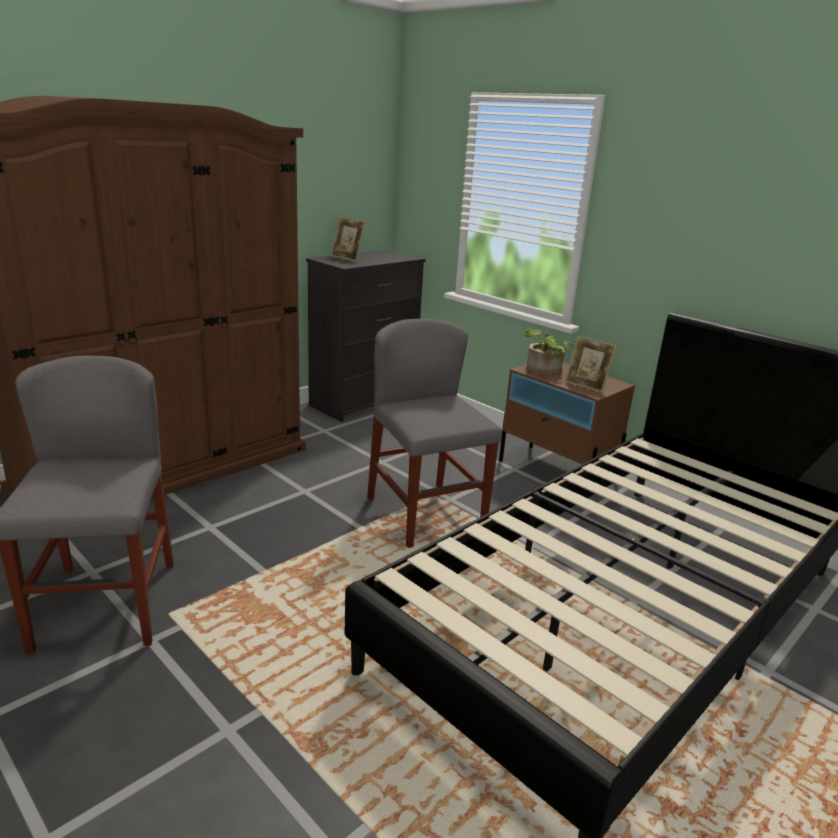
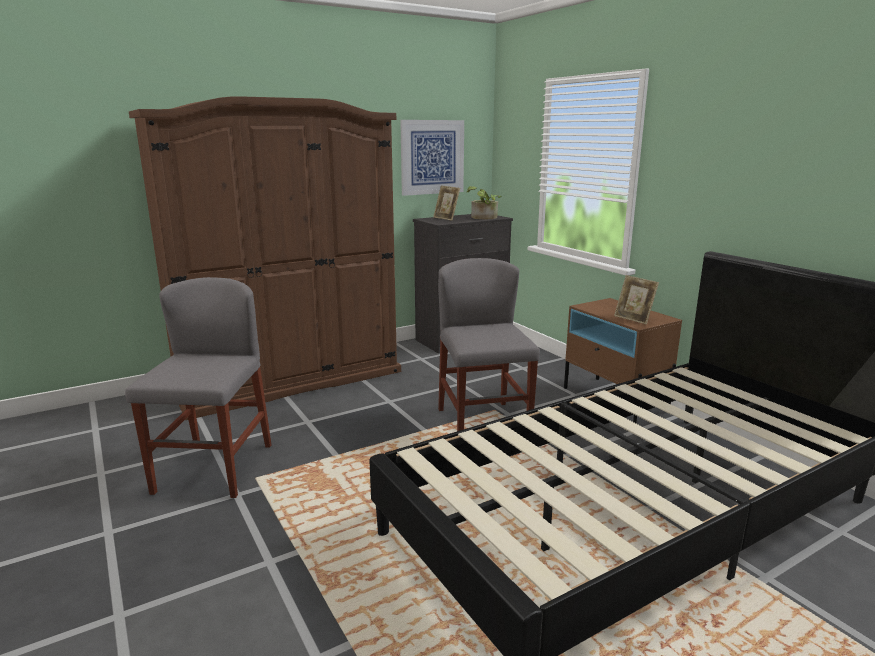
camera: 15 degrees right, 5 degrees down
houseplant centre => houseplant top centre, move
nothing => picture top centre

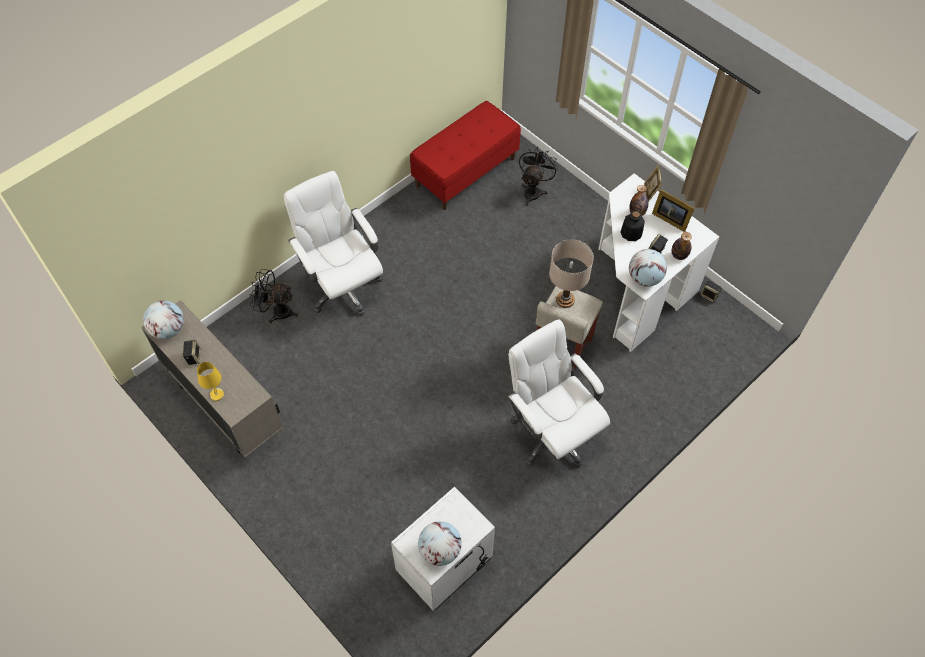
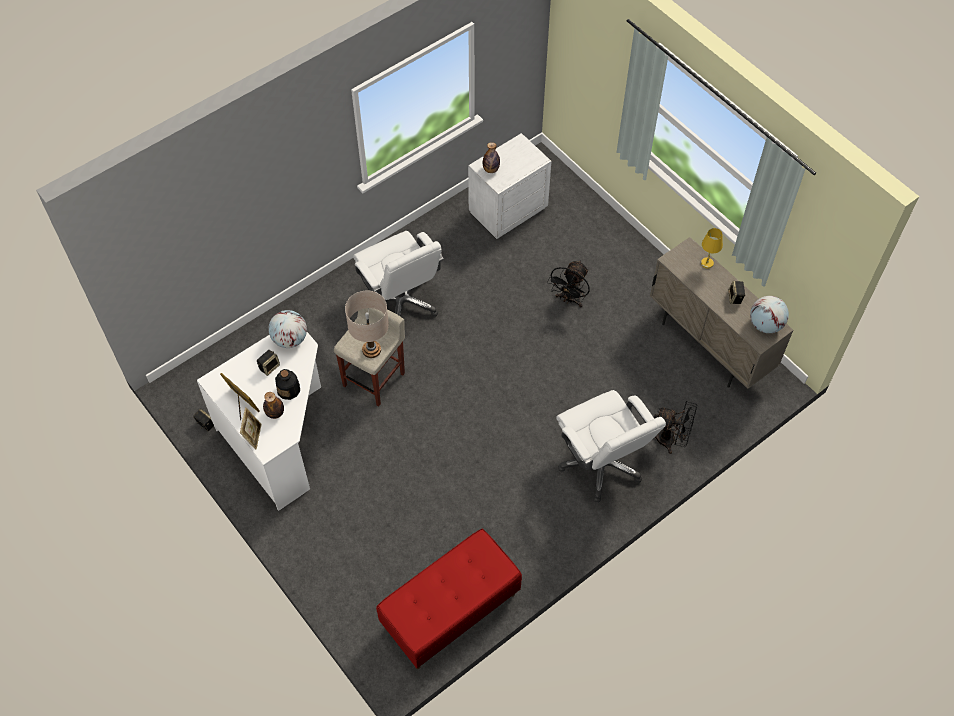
camera: 175 degrees left, 0 degrees up
globe (2nd from left) bottom centre => nothing
cooling fan (blackish) (2nd from left in the first image) top centre => cooling fan (blackish) (1st from left) centre, move
drink bottle (3rd from left) middle right => drink bottle (3rd from left) top centre, move

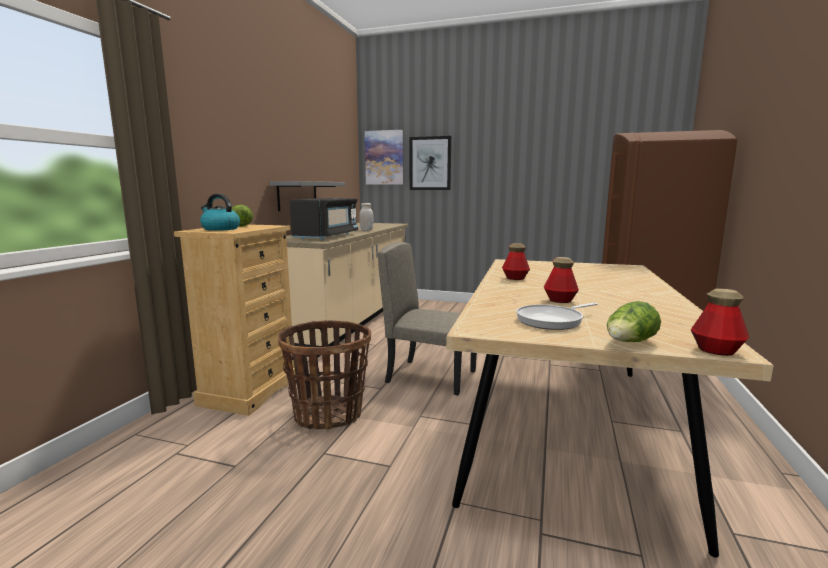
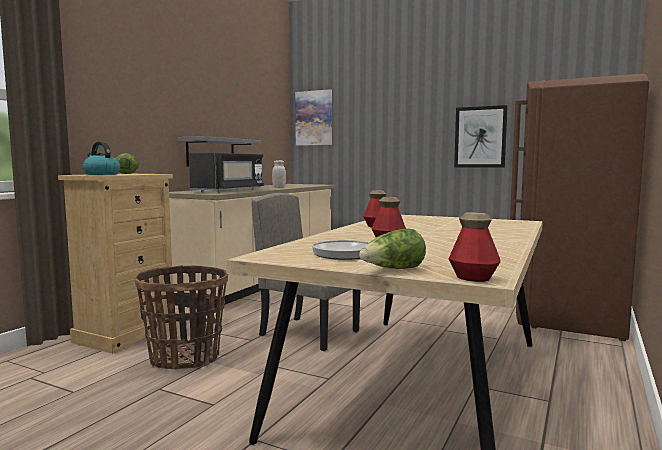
camera: 10 degrees right, 5 degrees down
picture (2nd from left) top centre => picture (2nd from left) top right, move

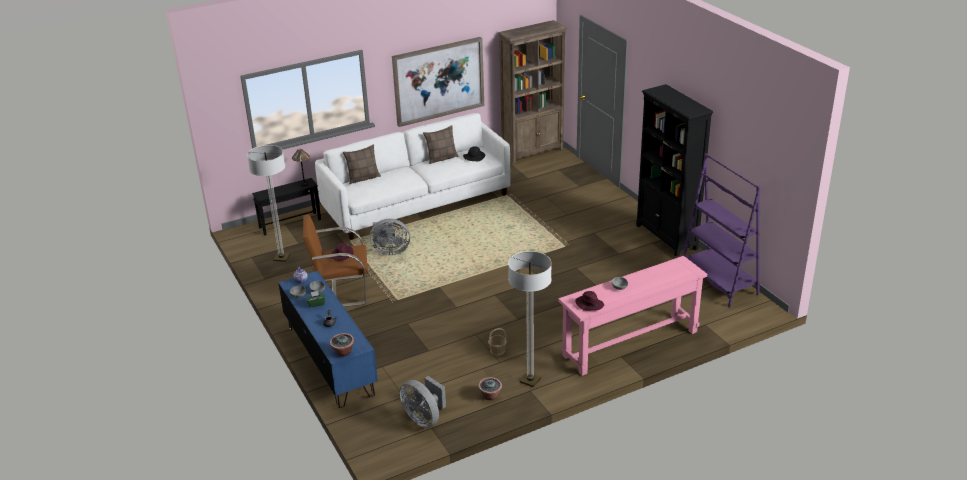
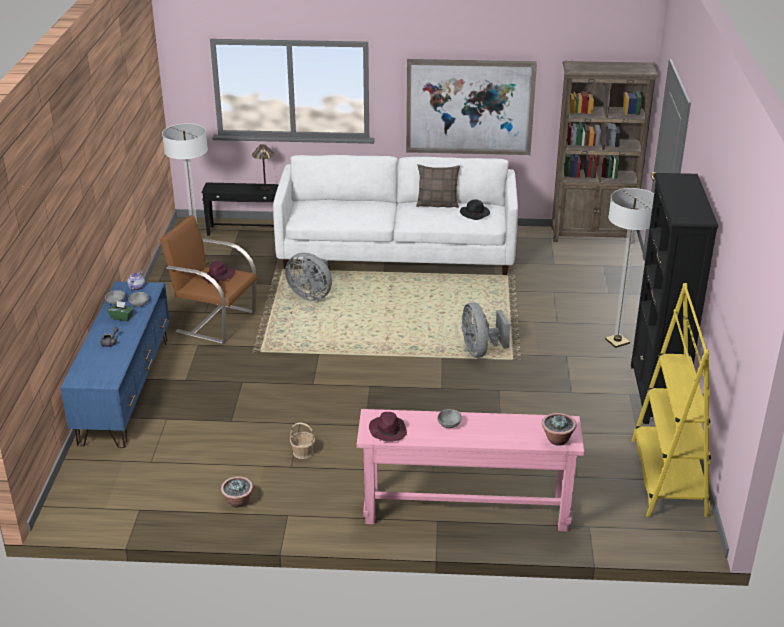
camera: 30 degrees right, 0 degrees up
houseplant (1st from left in the first image) bottom centre => houseplant (2nd from left) bottom right, move
pillow (1st from left) centre => nothing
cooling fan (greyish) (2nd from left) bottom centre => cooling fan (greyish) (2nd from left) centre, move
floor lamp (2nd from left) centre => floor lamp (2nd from left) middle right, move
bookshelf (purplish) middle right => bookshelf (yellowish) middle right

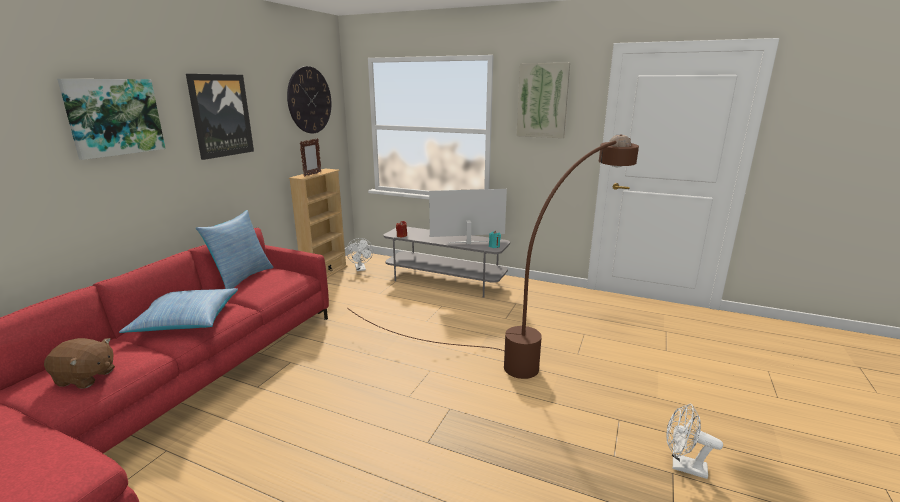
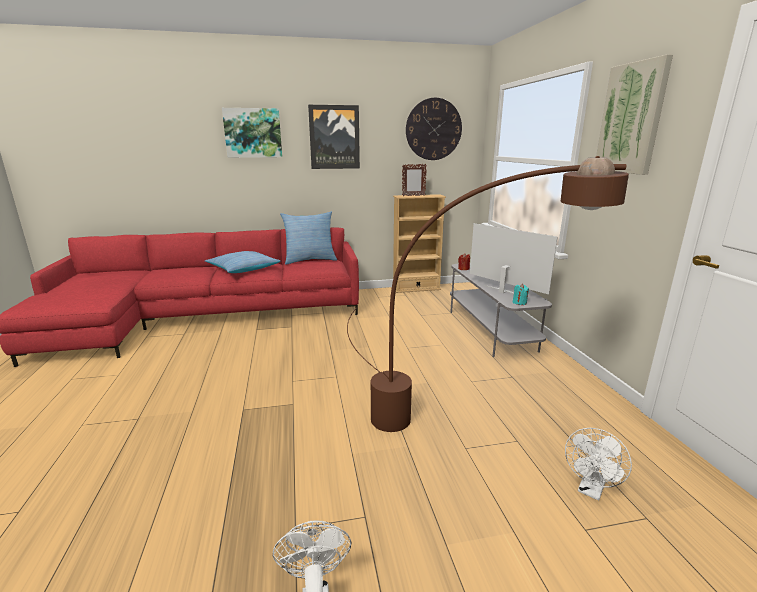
camera: 55 degrees right, 0 degrees up
soft toy (brown-coloured) bottom left => nothing
cooling fan (white) (1st from left in the first image) centre => cooling fan (white) (2nd from left) bottom right, move

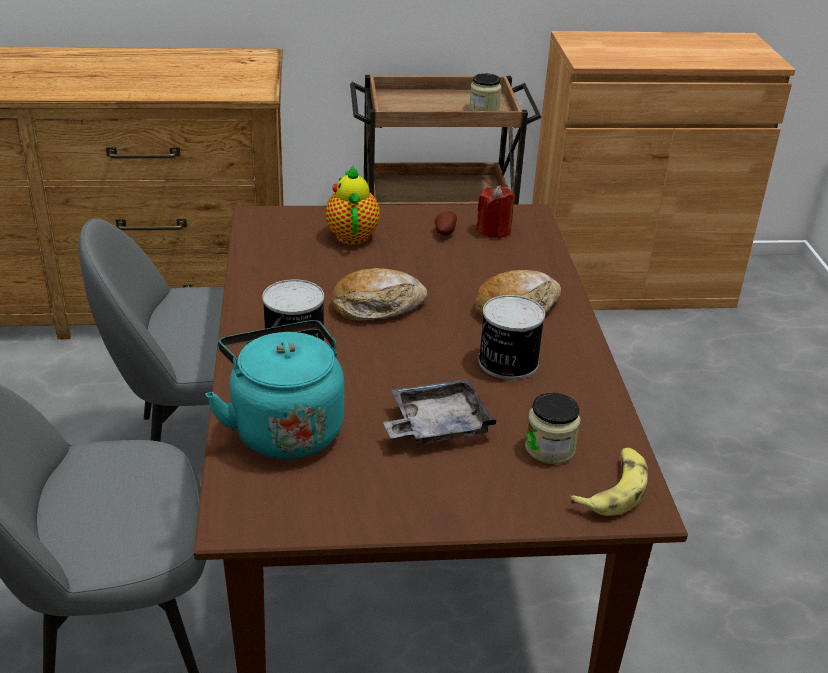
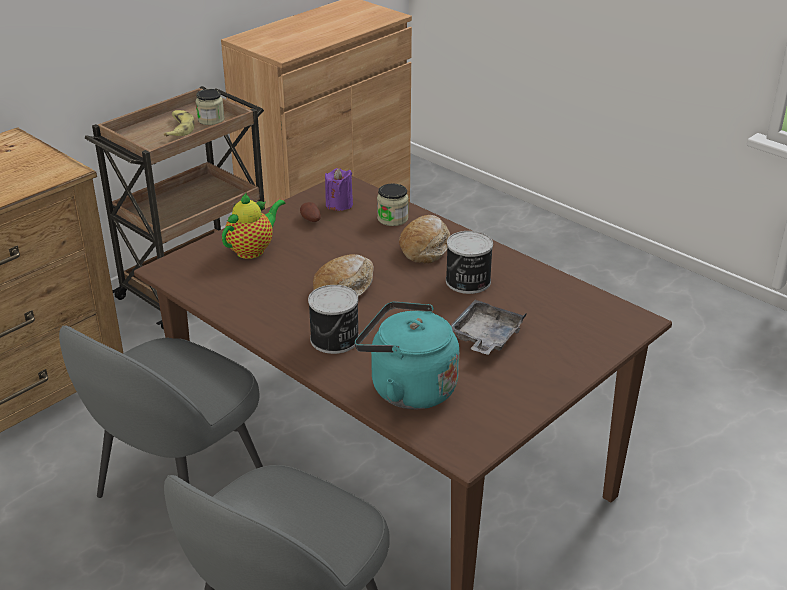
camera: 40 degrees left, 0 degrees up
tea pot top centre => tea pot middle left, 90 degrees clockwise
candle (red-coloured) top centre => candle (purplish) top centre
preserve jar (2nd from left) middle right => preserve jar (2nd from left) centre, move
banana fruit bottom right => banana fruit top left, move

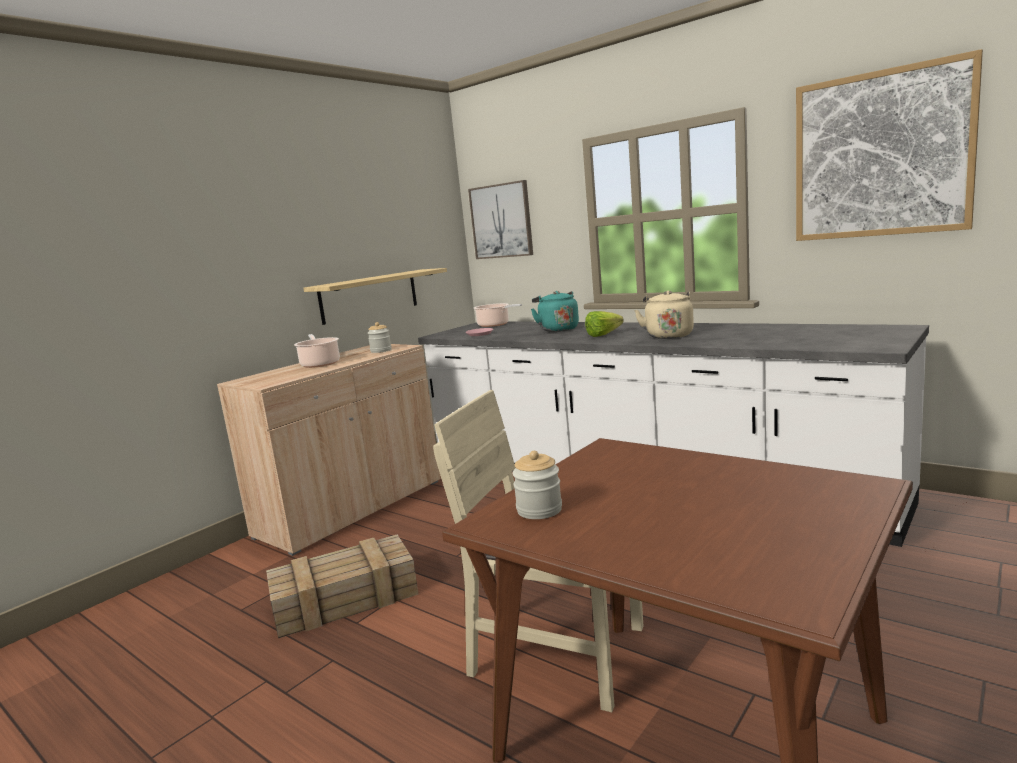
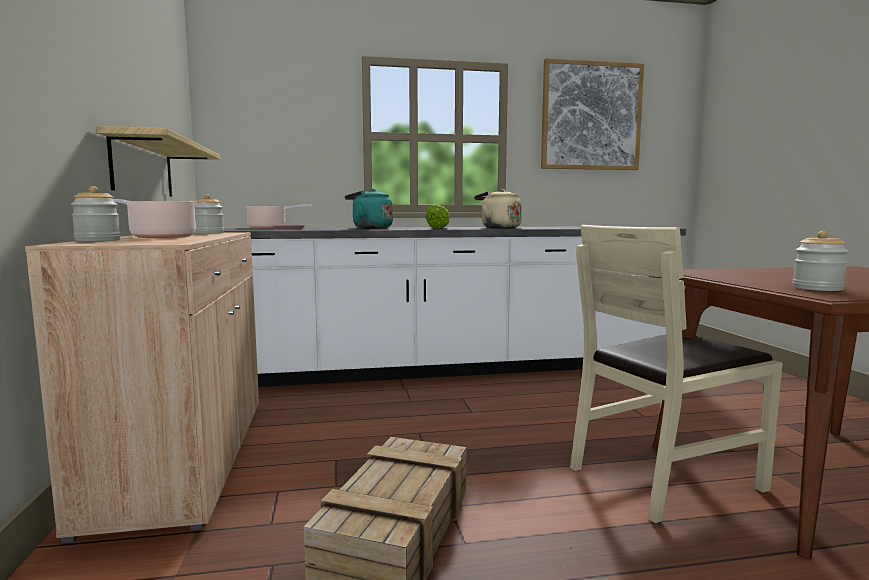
camera: 50 degrees left, 5 degrees down
picture (1st from left) top centre => nothing
nothing => preserve jar (1st from left) middle left

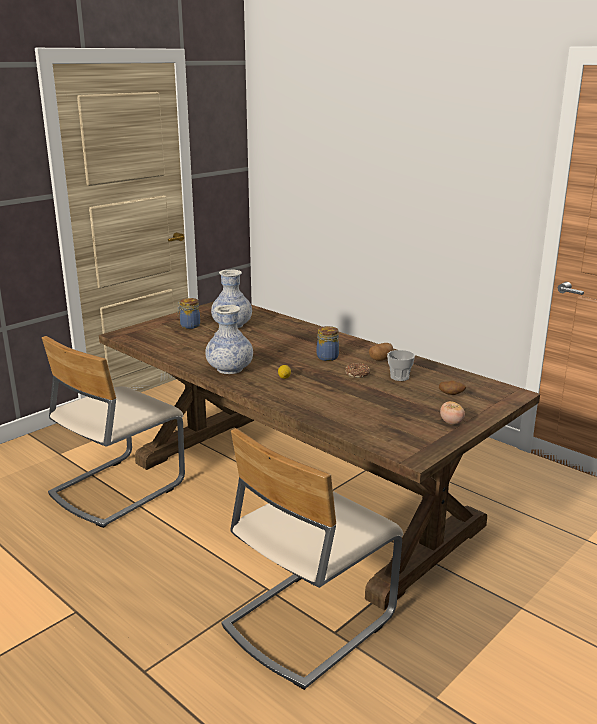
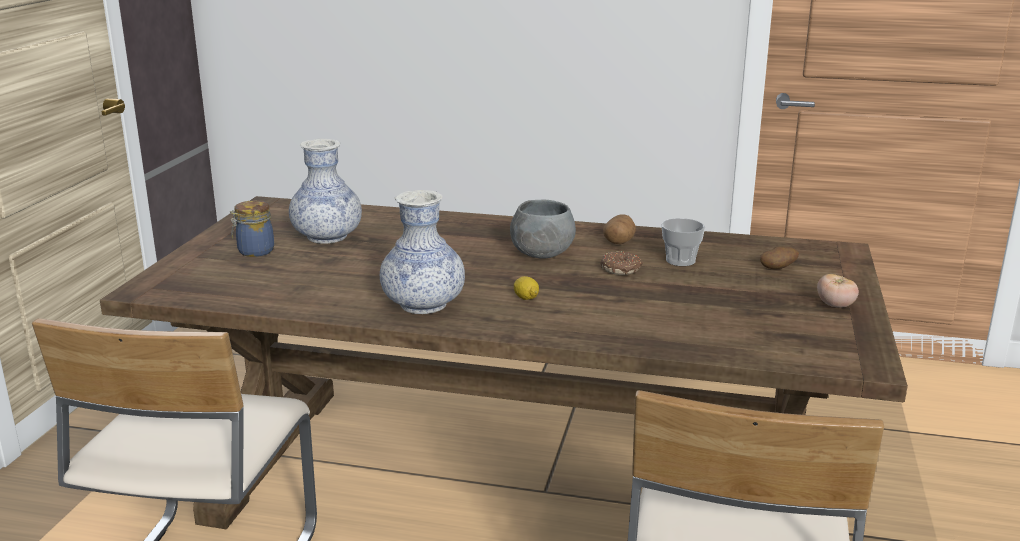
camera: 30 degrees left, 0 degrees up
preserve jar (2nd from left) centre => serving bowl (greyish) centre

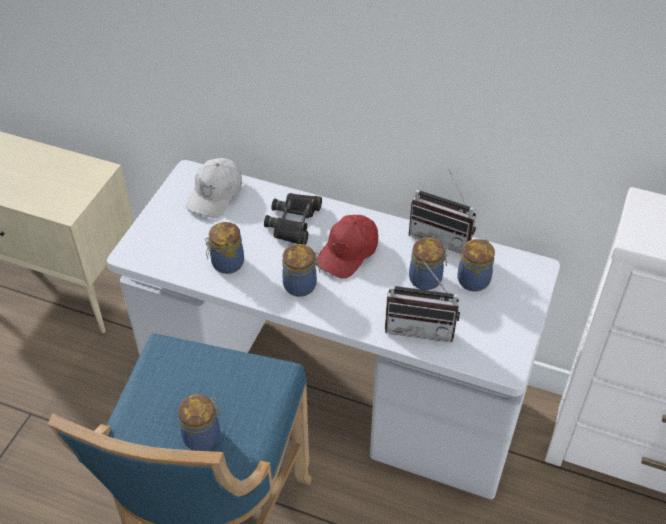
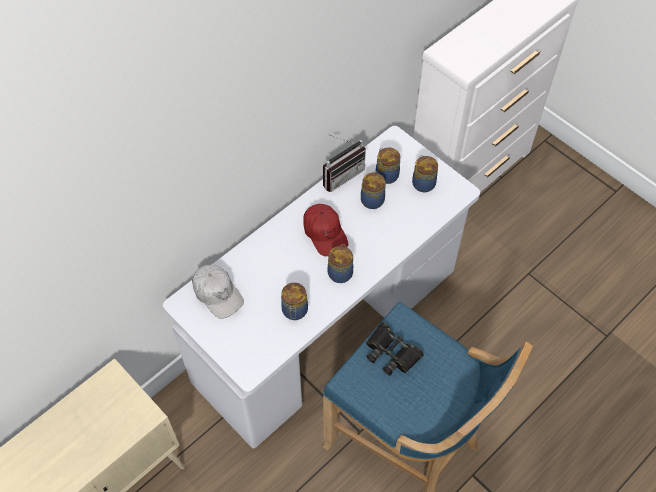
camera: 65 degrees left, 10 degrees up
preserve jar (1st from left in the first image) bottom left => preserve jar (5th from left) centre, move
field glasses (blackish) centre => field glasses (blackish) bottom centre, move
radio set (1st from left) centre => nothing

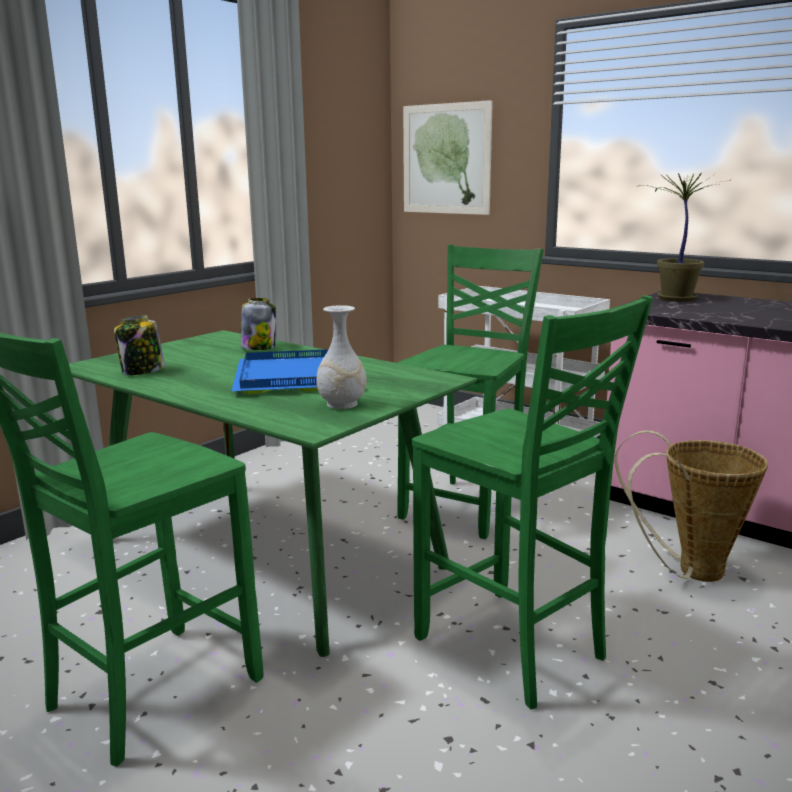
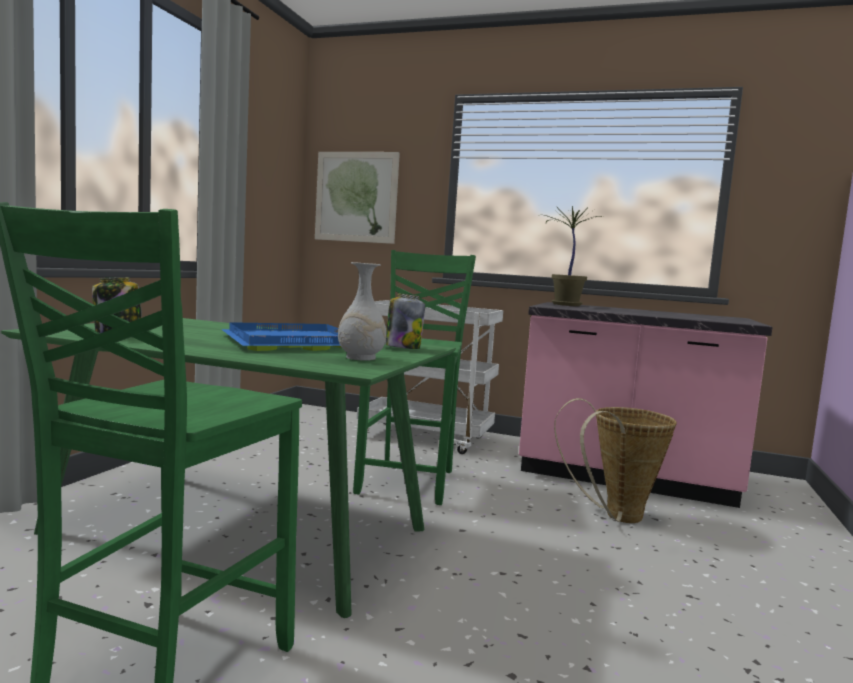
camera: 20 degrees left, 10 degrees down
preserve jar (2nd from left) middle left => preserve jar (2nd from left) centre, move
chair (green-coloured) (3rd from left) middle right => nothing

